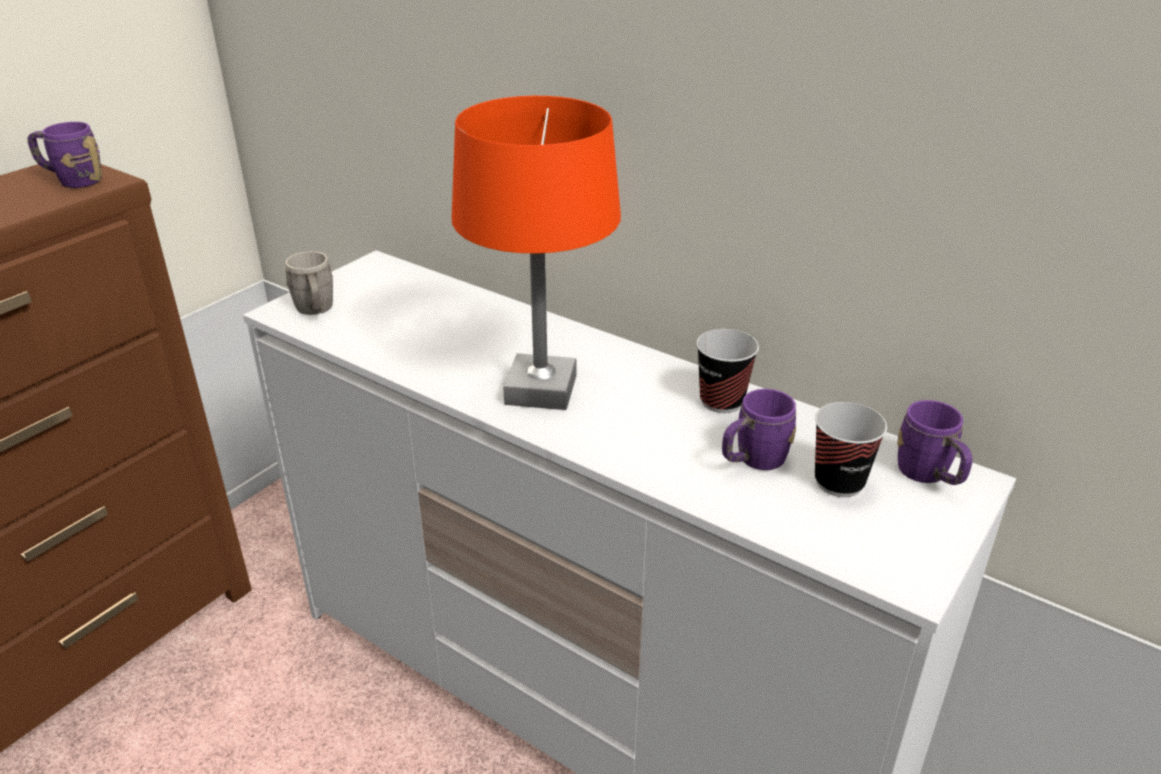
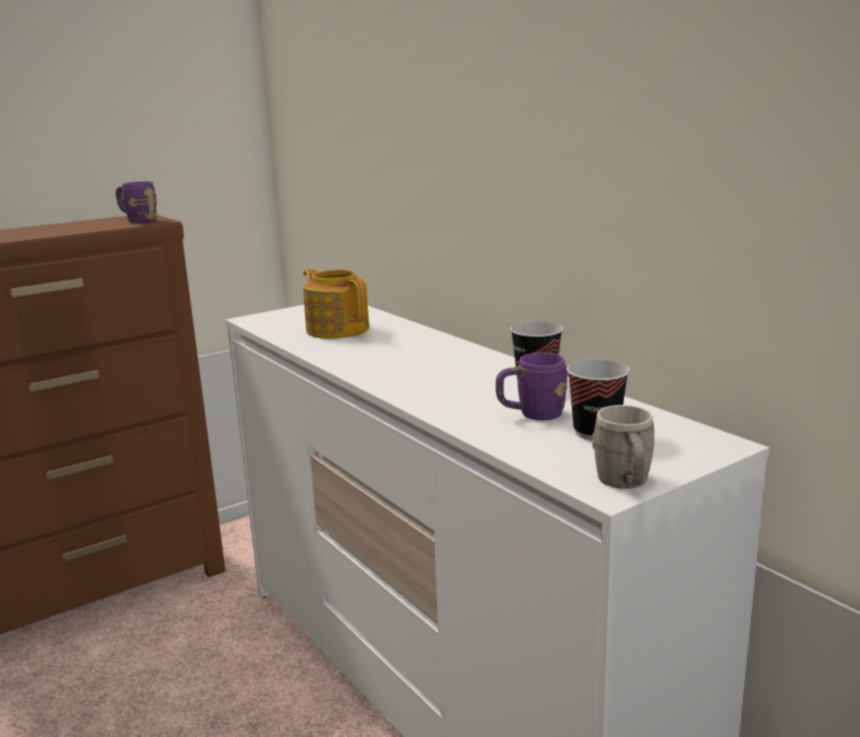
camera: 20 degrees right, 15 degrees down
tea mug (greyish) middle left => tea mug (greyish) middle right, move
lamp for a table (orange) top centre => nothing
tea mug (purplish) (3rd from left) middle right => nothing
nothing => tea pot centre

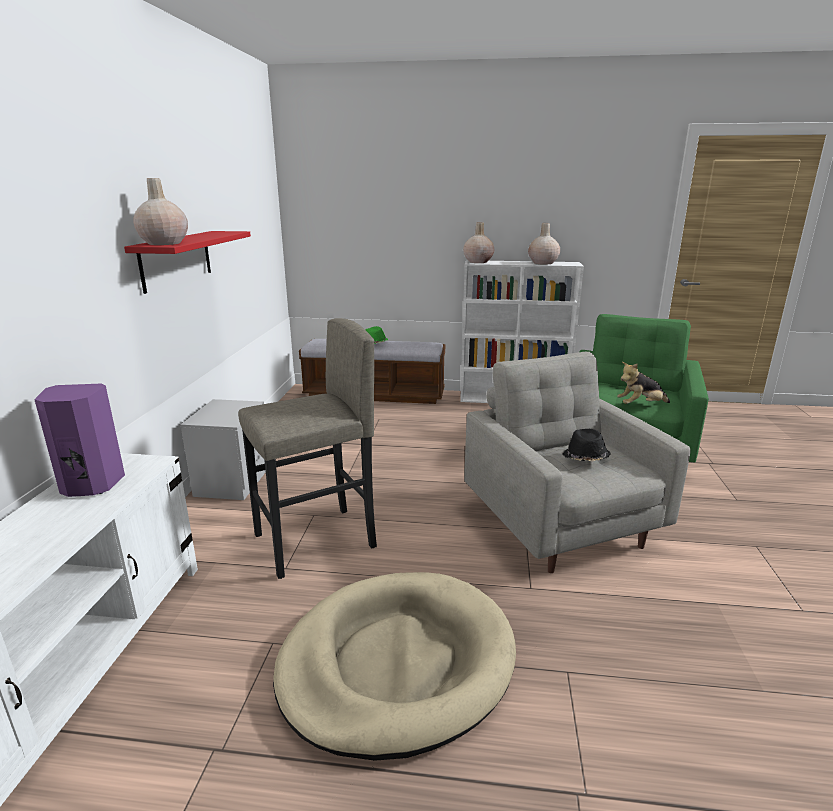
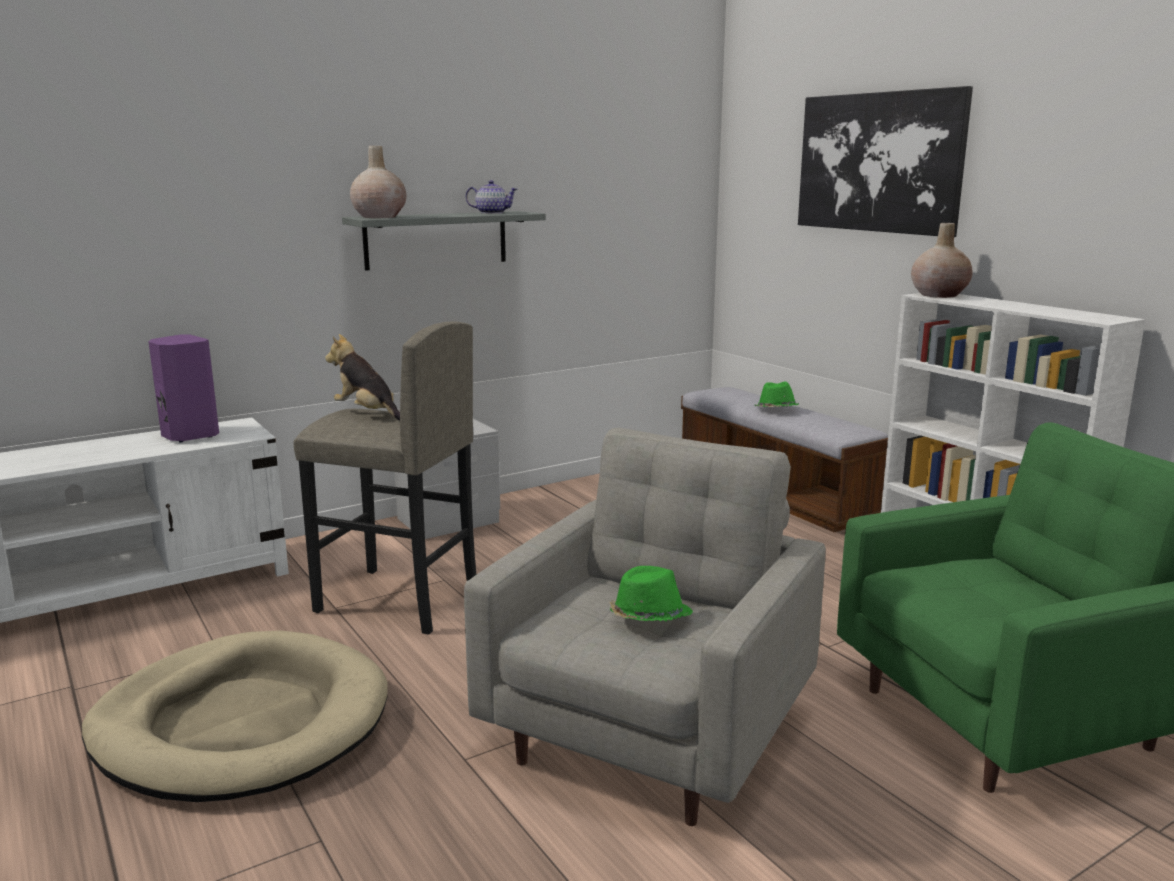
camera: 50 degrees right, 5 degrees down
wall shelf (red-coloured) top left => wall shelf (greyish) top centre
flower vase (sand-coloured) (3rd from left) top centre => nothing
clothing hat (blackish) middle right => clothing hat (green-coloured) (1st from left) bottom centre
soft toy middle right => soft toy middle left, move
nothing => tea pot top centre
nothing => picture top right

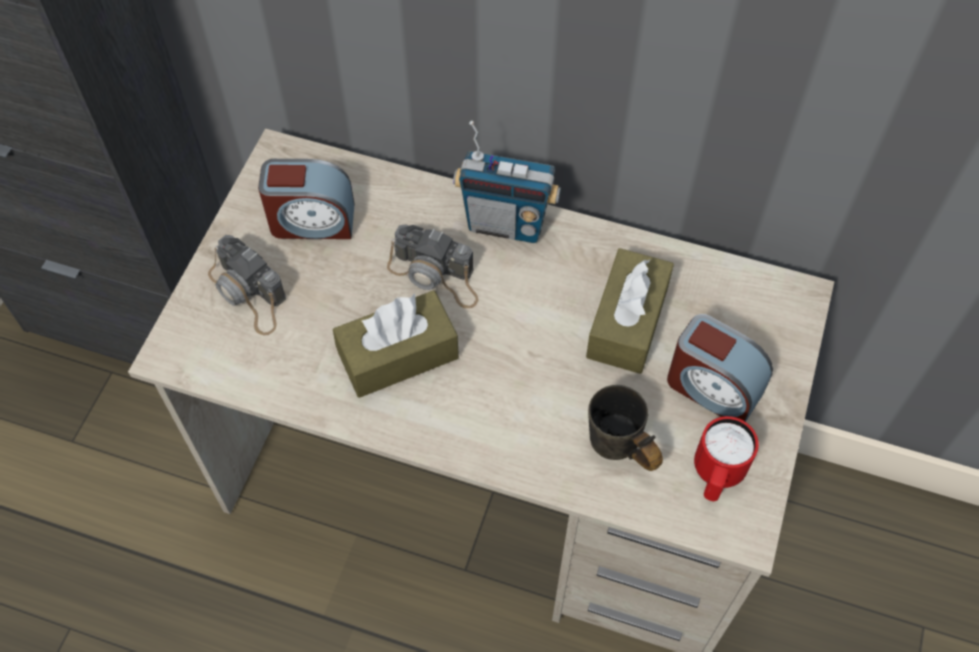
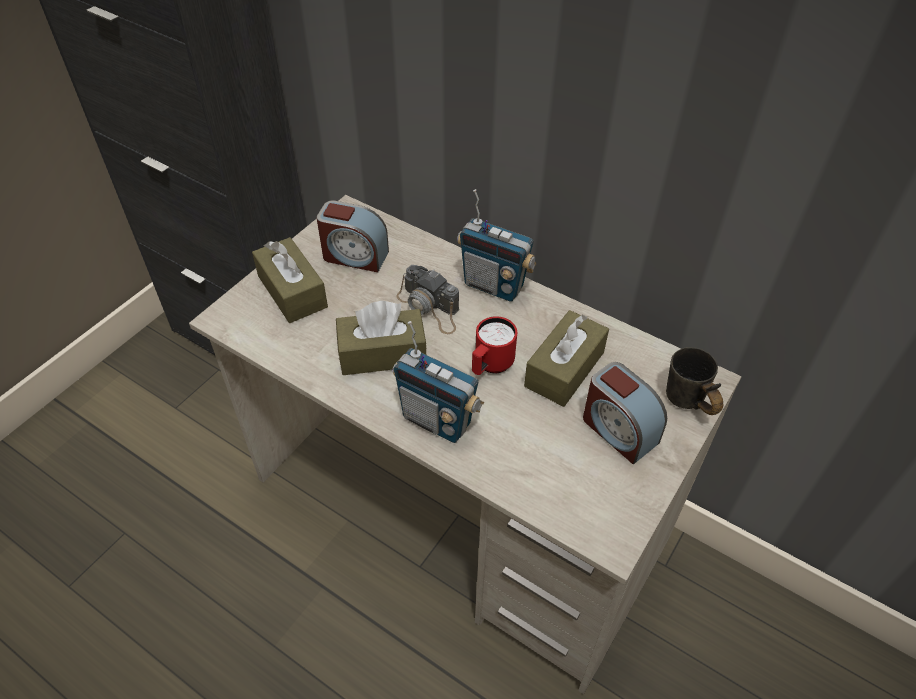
camera: 15 degrees right, 10 degrees down
photo camera (1st from left) middle left => tissue box (brown-coloured) (1st from left) middle left
tea mug (greyish) centre => tea mug (greyish) middle right, move
tea mug (red-coloured) bottom right => tea mug (red-coloured) centre, move
nothing => radio set (1st from left) centre

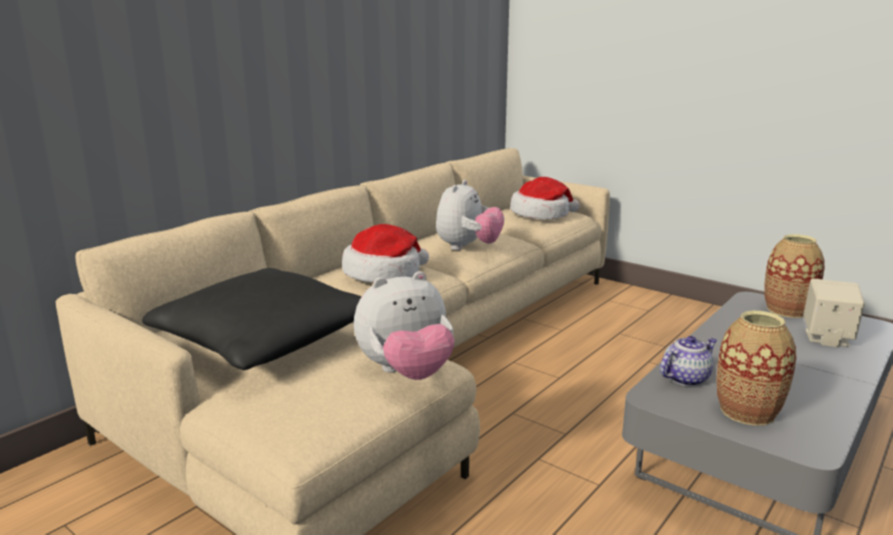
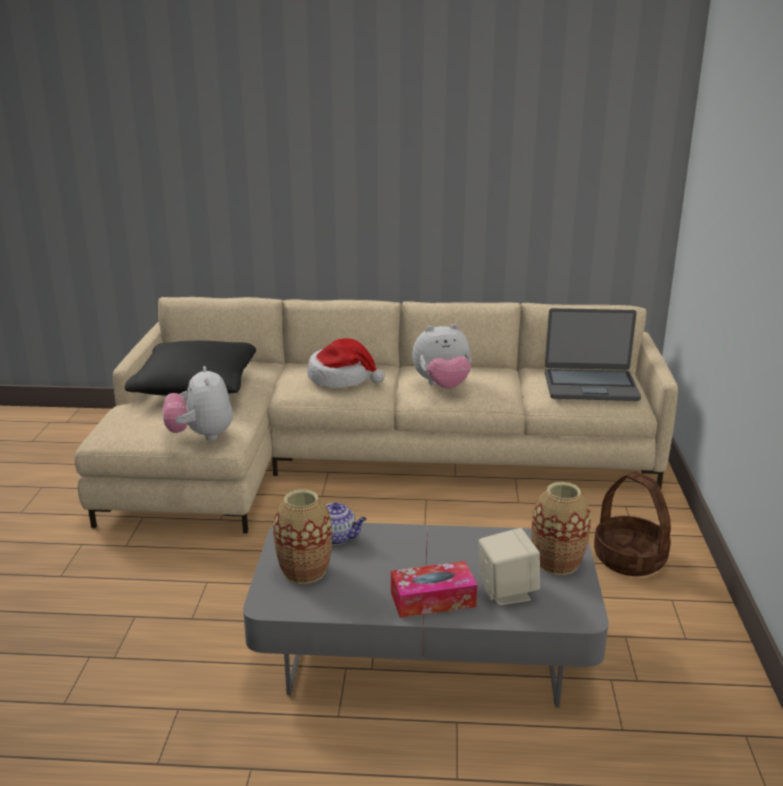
camera: 55 degrees right, 5 degrees up
soft toy (1st from left) centre => soft toy (1st from left) middle left, 45 degrees clockwise
clothing hat (2nd from left) centre => notebook computer middle right
nothing => tissue box bottom centre
nothing => storage basket bottom right

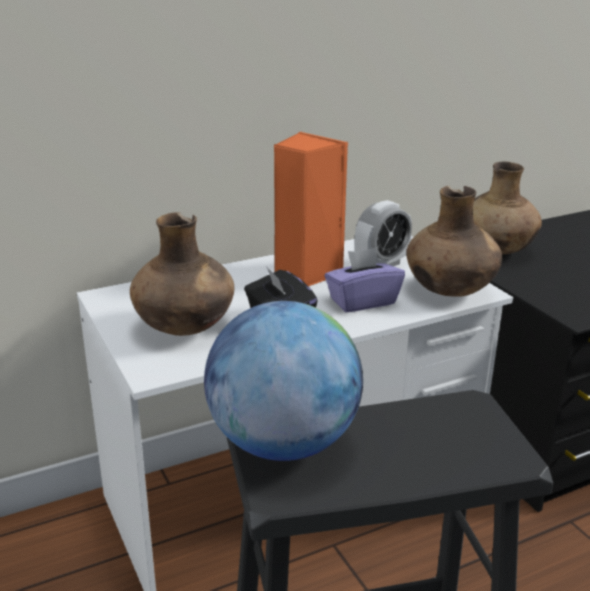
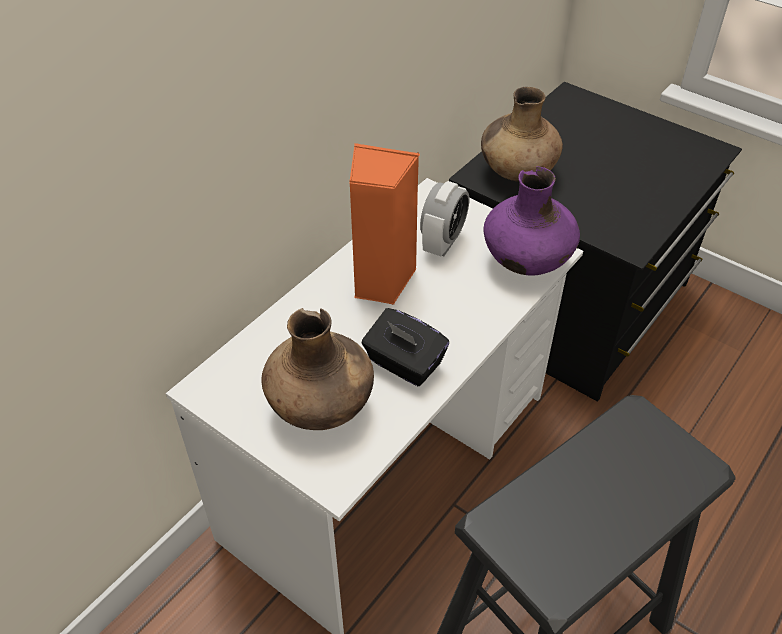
camera: 25 degrees left, 20 degrees up
globe centre => nothing
tissue box (purplish) centre => nothing
flower vase (brown-coloured) (2nd from left) middle right => flower vase (purplish) middle right

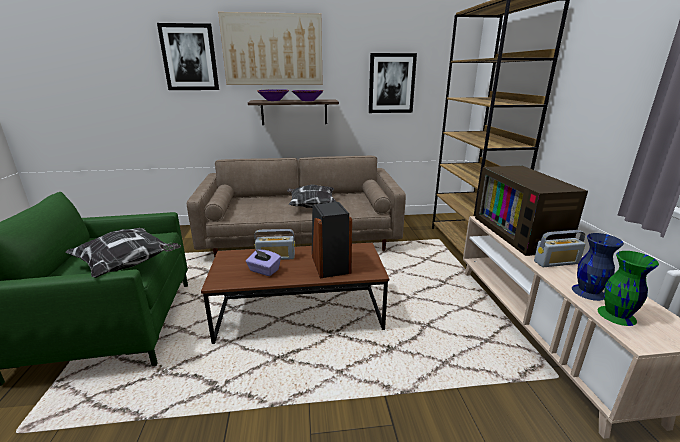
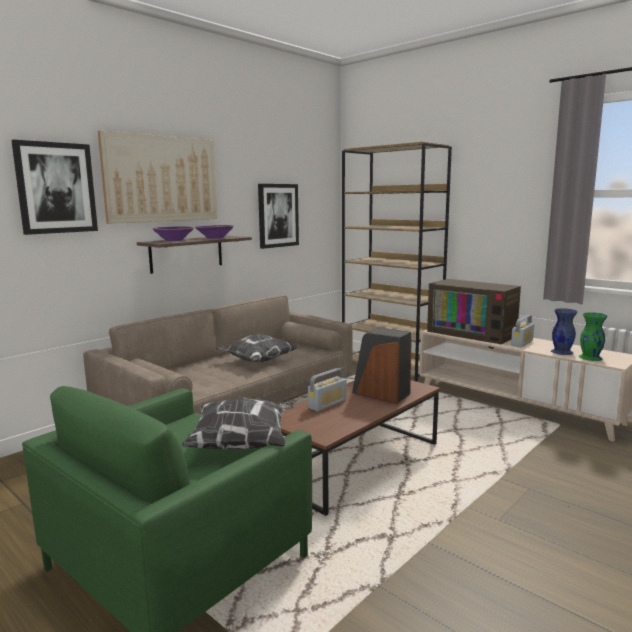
camera: 40 degrees left, 10 degrees down
tissue box (purplish) centre => nothing

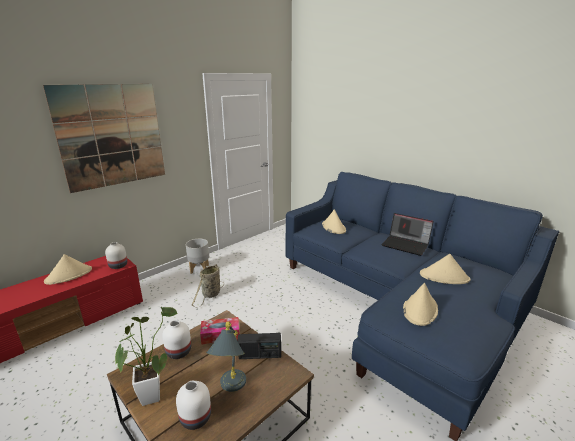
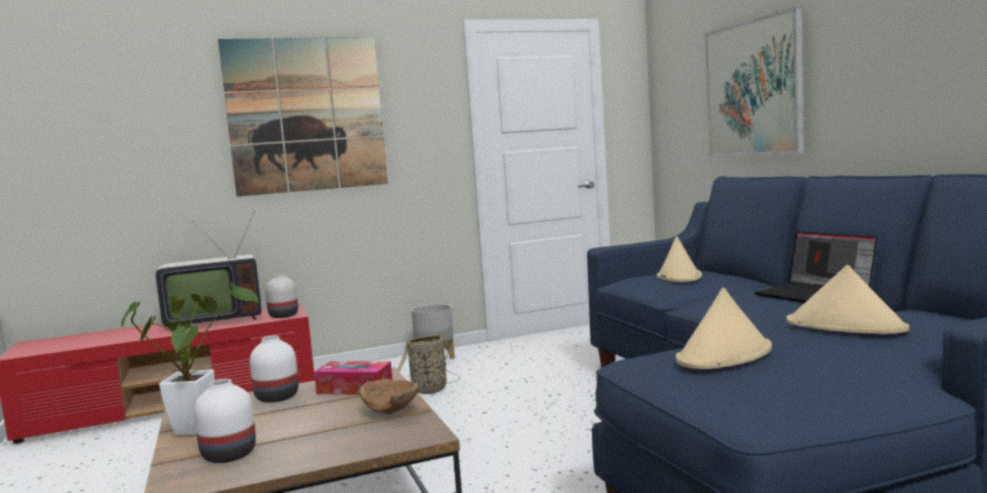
camera: 25 degrees right, 15 degrees down
clothing hat (sand-coloured) (1st from left) middle left => TV set middle left
lamp for a table (greyish) bottom centre => nothing
radio set bottom centre => serving bowl (brown-coloured) bottom centre
nothing => picture (2nd from left) top right

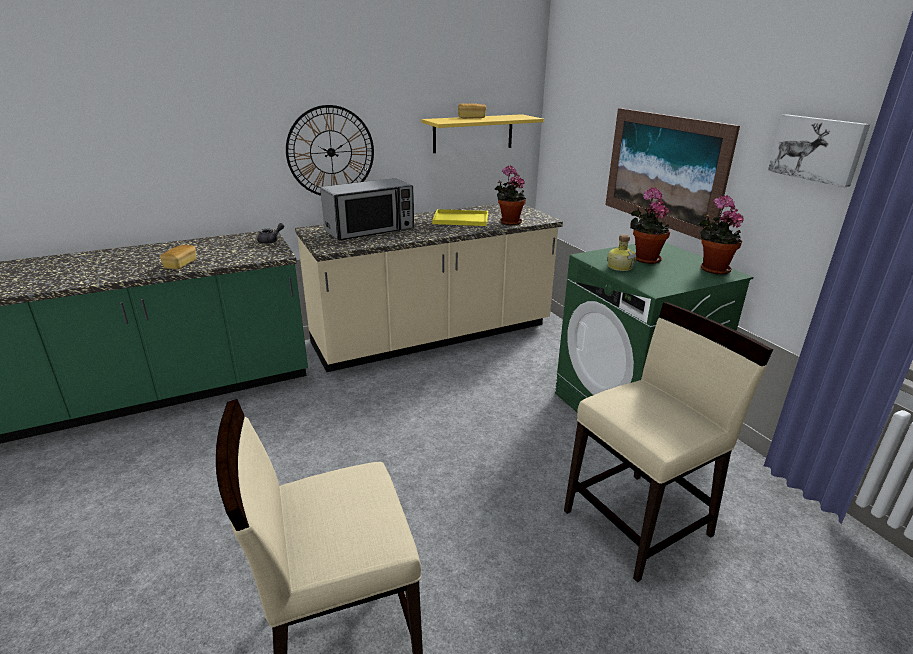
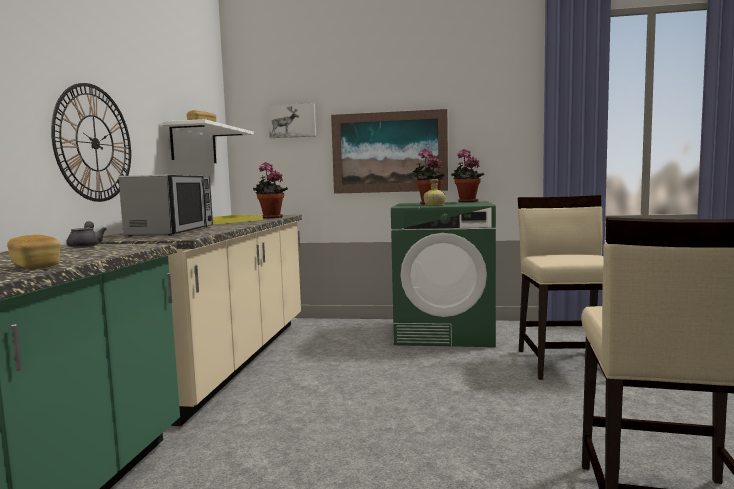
camera: 55 degrees left, 20 degrees down
wall shelf (yellowish) top centre => wall shelf (white) top left
picture (2nd from left in the first image) top right => picture (1st from left) top centre, move

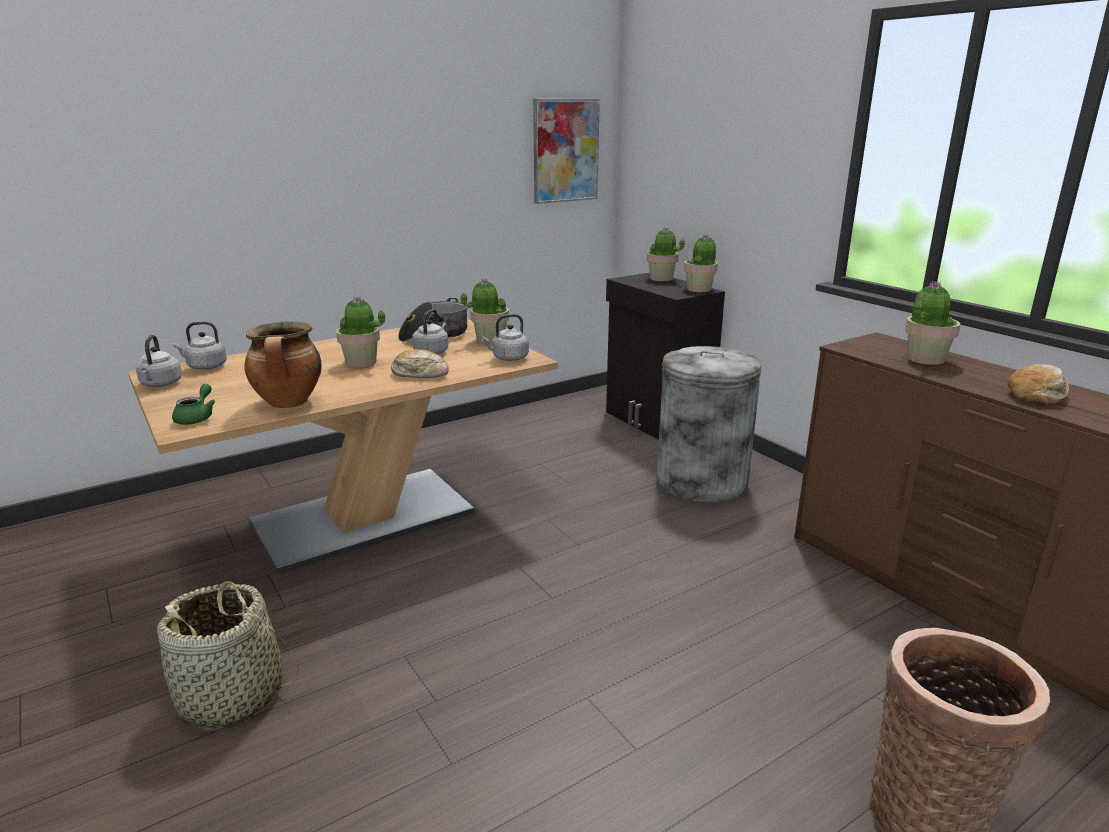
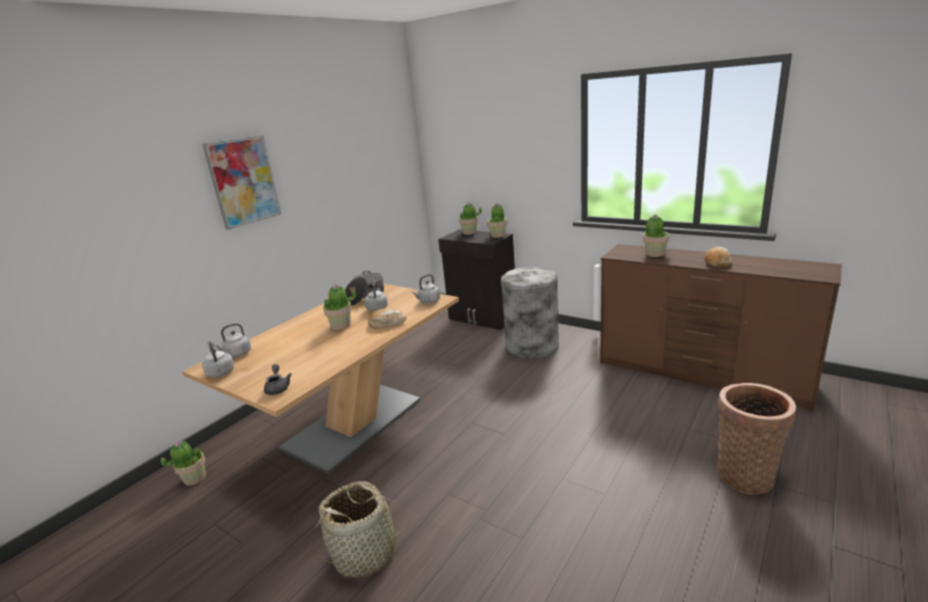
camera: 20 degrees left, 0 degrees up
tea pot (green-coloured) middle left => tea pot (greyish) middle left
stockpot (1st from left) middle left => nothing
houseplant (2nd from left in the first image) centre => houseplant (1st from left) bottom left, move
picture top centre => picture top left, move

